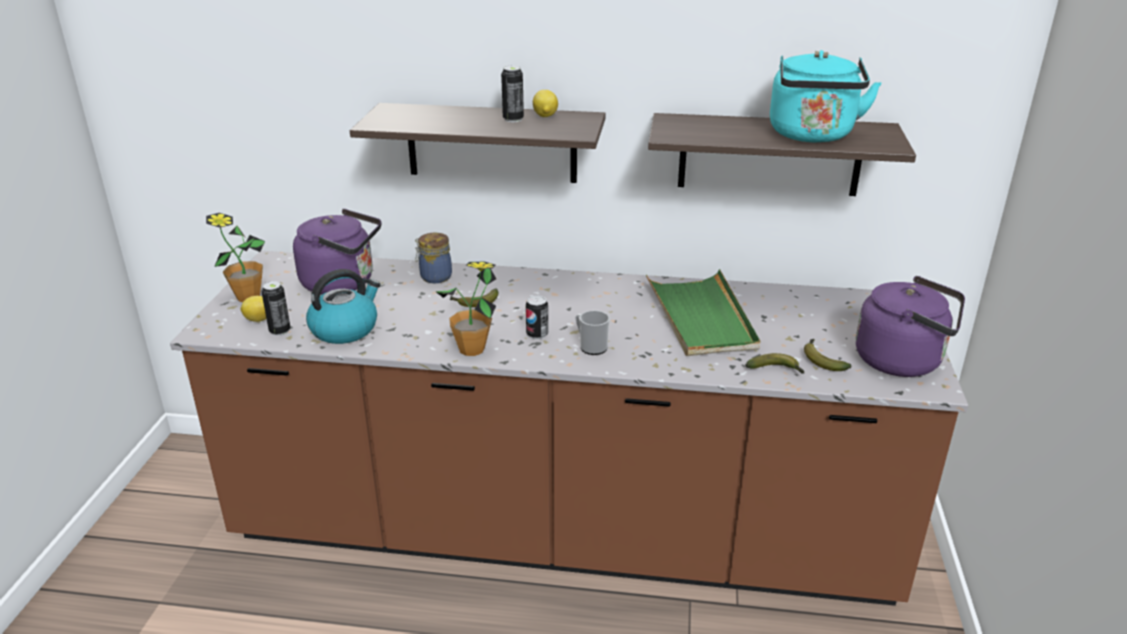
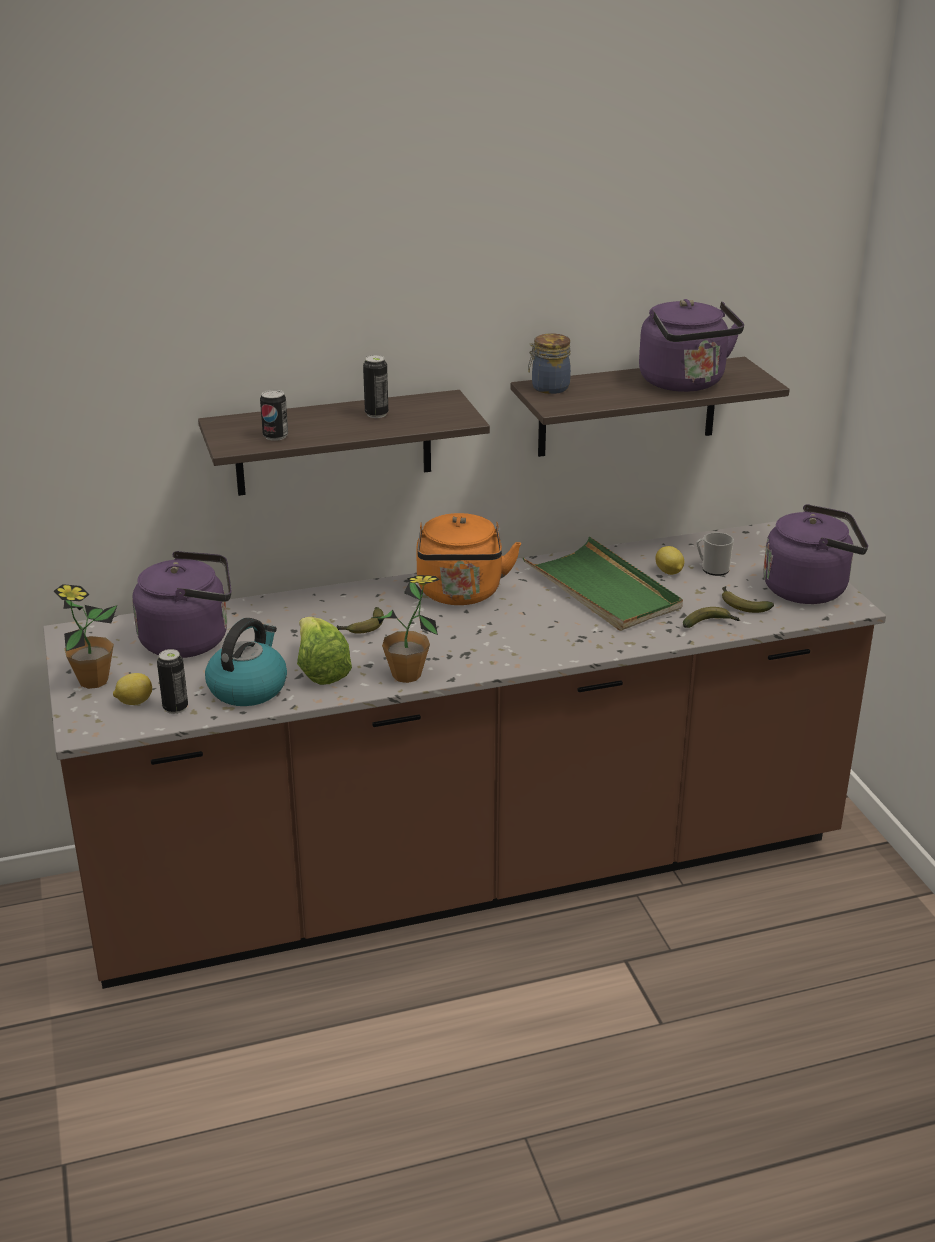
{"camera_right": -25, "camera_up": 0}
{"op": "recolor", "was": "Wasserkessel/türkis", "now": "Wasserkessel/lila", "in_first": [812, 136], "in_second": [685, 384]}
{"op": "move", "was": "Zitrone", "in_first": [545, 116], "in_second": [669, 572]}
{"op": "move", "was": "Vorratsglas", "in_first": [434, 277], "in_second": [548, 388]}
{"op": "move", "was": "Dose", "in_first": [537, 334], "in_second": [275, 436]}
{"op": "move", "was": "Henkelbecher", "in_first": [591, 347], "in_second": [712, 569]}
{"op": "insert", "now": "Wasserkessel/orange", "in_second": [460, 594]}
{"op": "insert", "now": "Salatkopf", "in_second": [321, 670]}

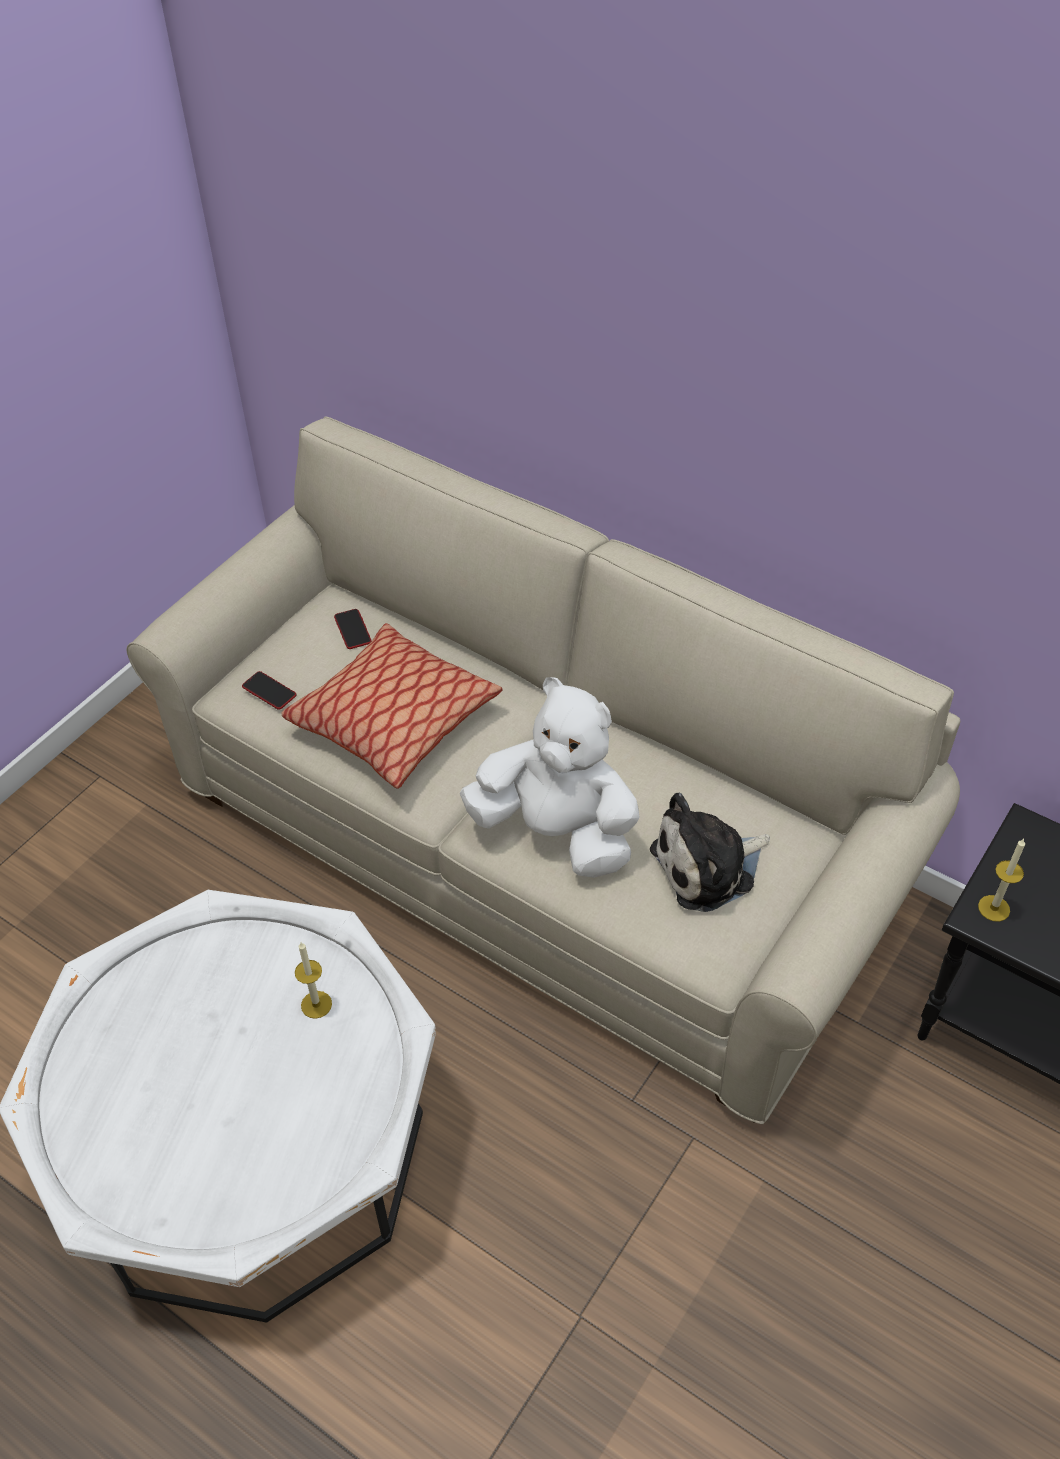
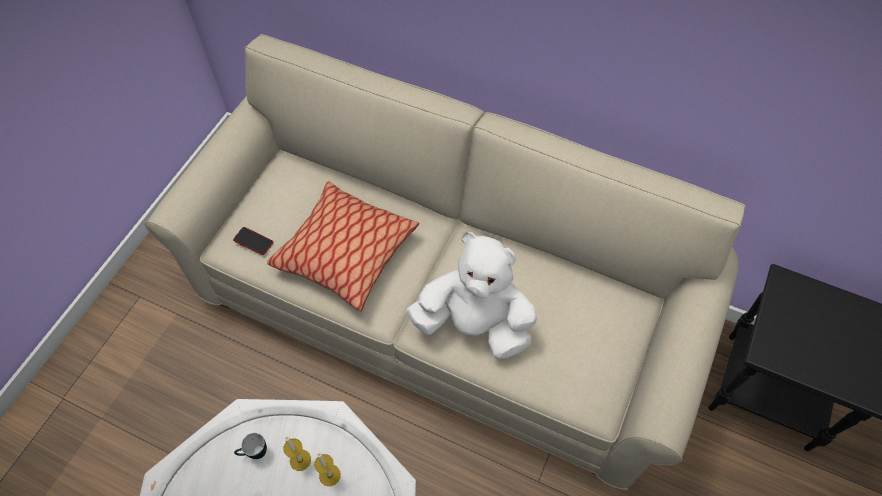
{"camera_right": -10, "camera_up": 10}
{"op": "delete", "was": "Handy", "in_first": [352, 630]}
{"op": "delete", "was": "Plüschtier", "in_first": [709, 866]}
{"op": "move", "was": "Kerze", "in_first": [994, 908], "in_second": [300, 460]}
{"op": "insert", "now": "Henkelbecher", "in_second": [254, 453]}

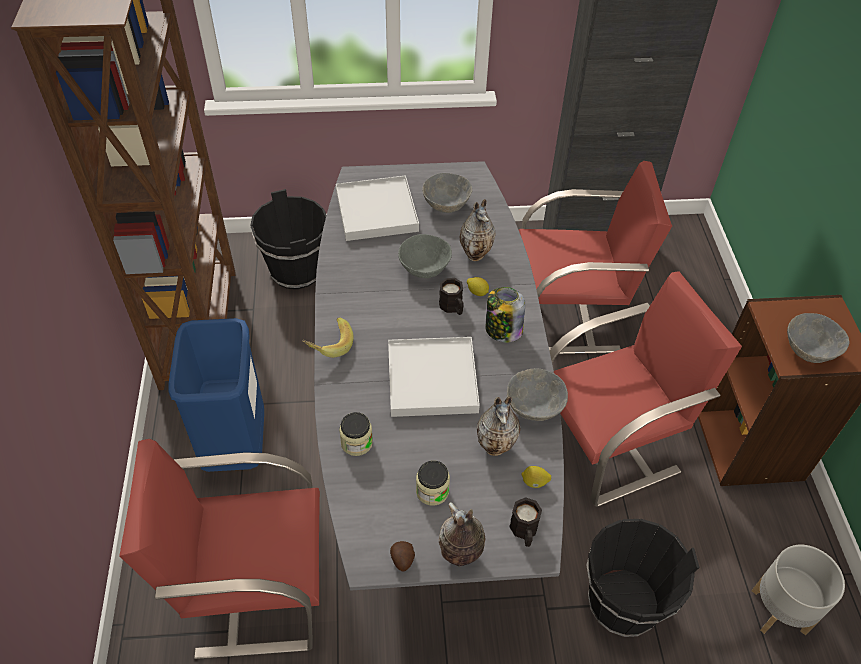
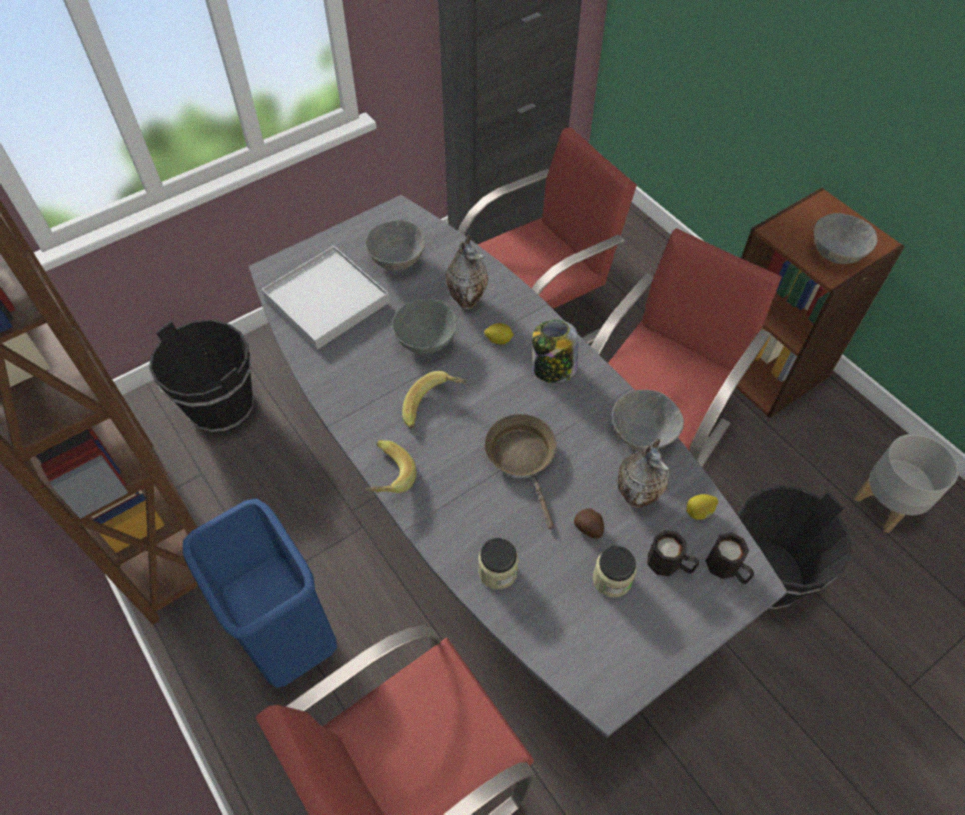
{"camera_right": -30, "camera_up": 5}
{"op": "move", "was": "Henkelbecher/schwarz", "in_first": [453, 307], "in_second": [670, 564]}
{"op": "replace", "was": "Tablett/weiß", "now": "Pfanne/braun", "in_first": [432, 379], "in_second": [523, 458]}
{"op": "delete", "was": "Vase", "in_first": [459, 556]}
{"op": "move", "was": "Kartoffel", "in_first": [402, 560], "in_second": [589, 529]}
{"op": "insert", "now": "Banane", "in_second": [435, 408]}

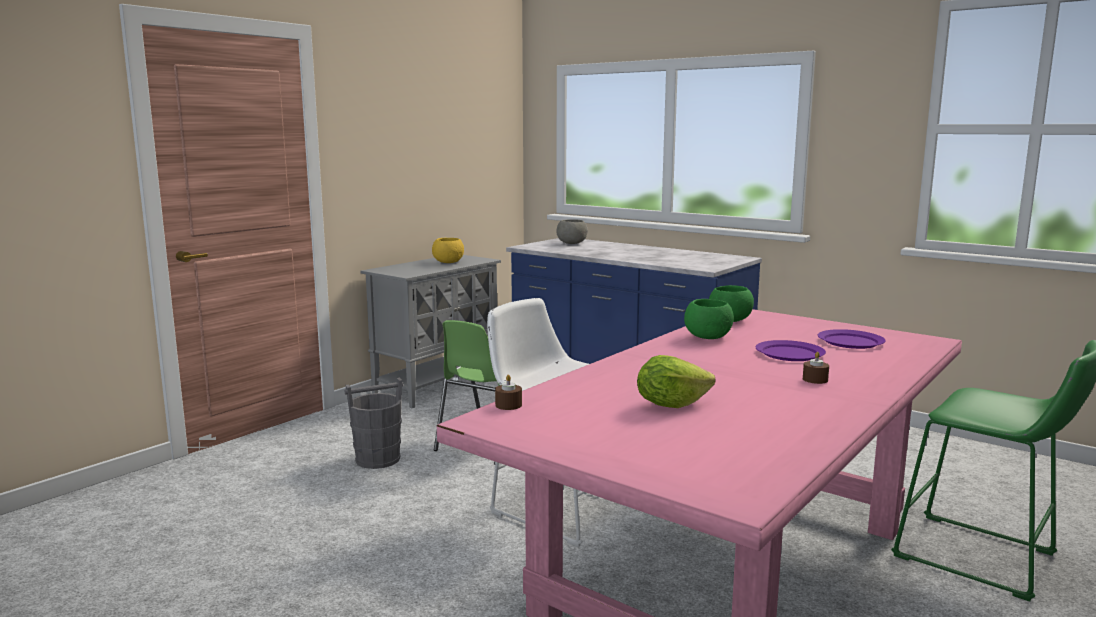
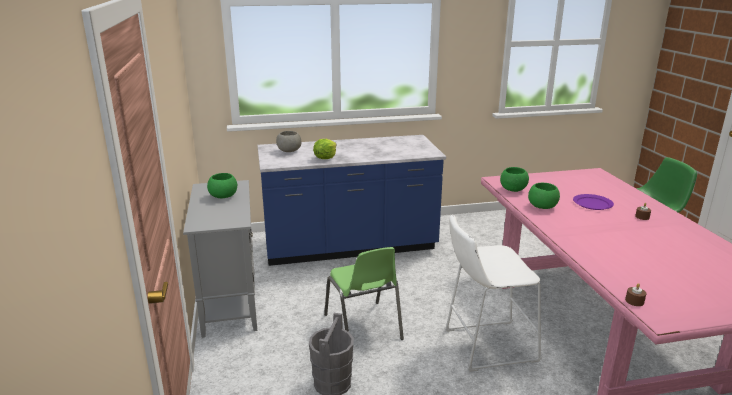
{"camera_right": -50, "camera_up": 10}
{"op": "recolor", "was": "Schüssel/gelb", "now": "Schüssel/grün", "in_first": [448, 262], "in_second": [223, 196]}
{"op": "delete", "was": "Teller/lila", "in_first": [851, 342]}
{"op": "move", "was": "Salatkopf", "in_first": [670, 404], "in_second": [325, 158]}

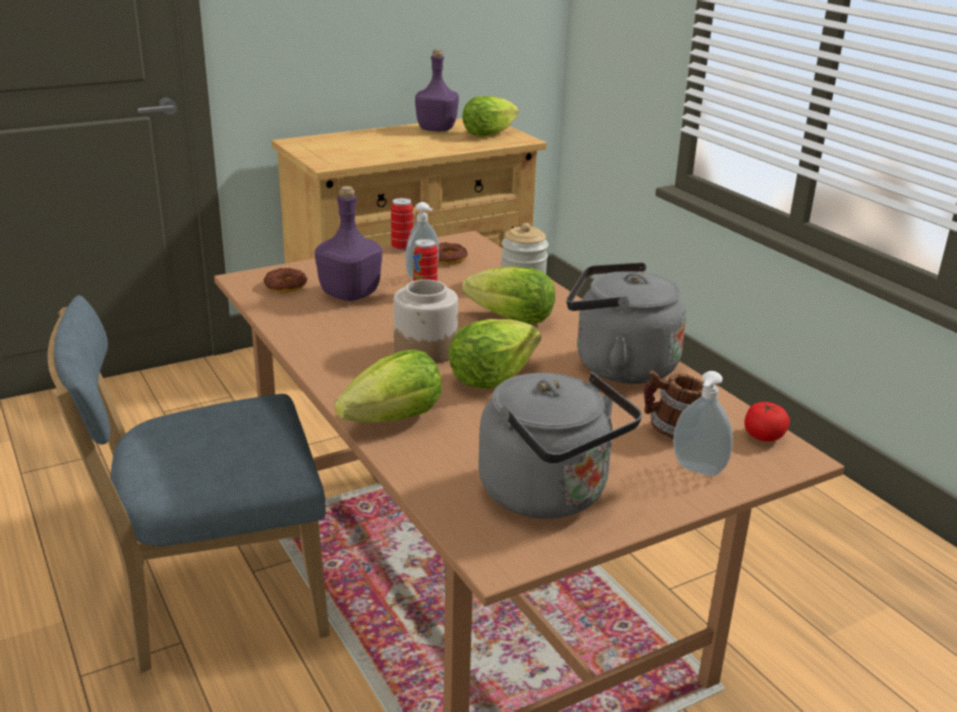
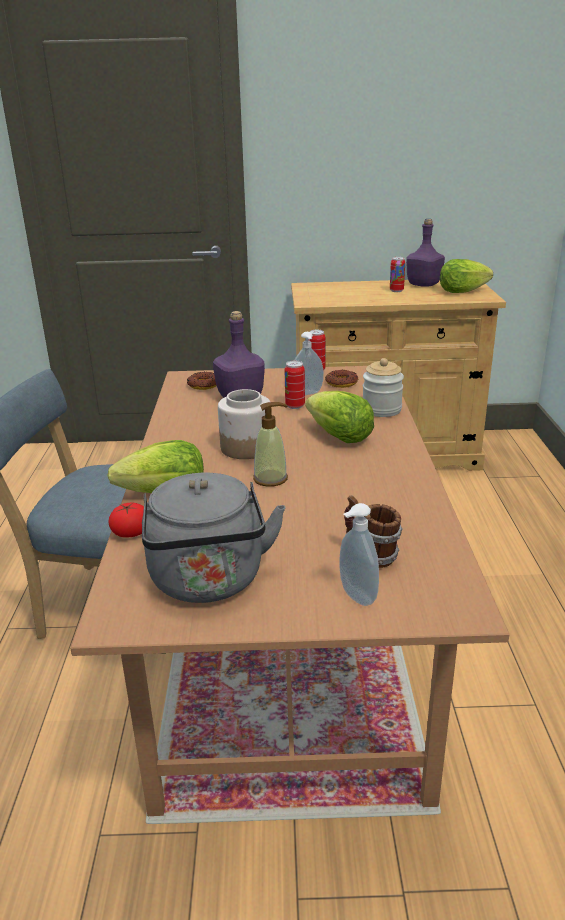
{"camera_right": 30, "camera_up": 0}
{"op": "delete", "was": "Wasserkessel/grau", "in_first": [618, 366]}
{"op": "replace", "was": "Salatkopf", "now": "Seifenspender", "in_first": [491, 378], "in_second": [271, 479]}
{"op": "move", "was": "Tomate", "in_first": [763, 436], "in_second": [131, 532]}
{"op": "insert", "now": "Dose", "in_second": [396, 291]}

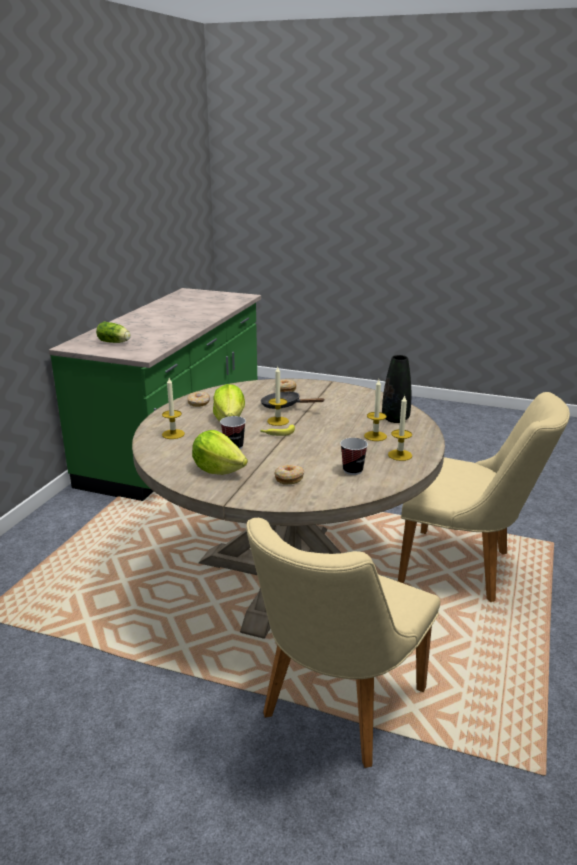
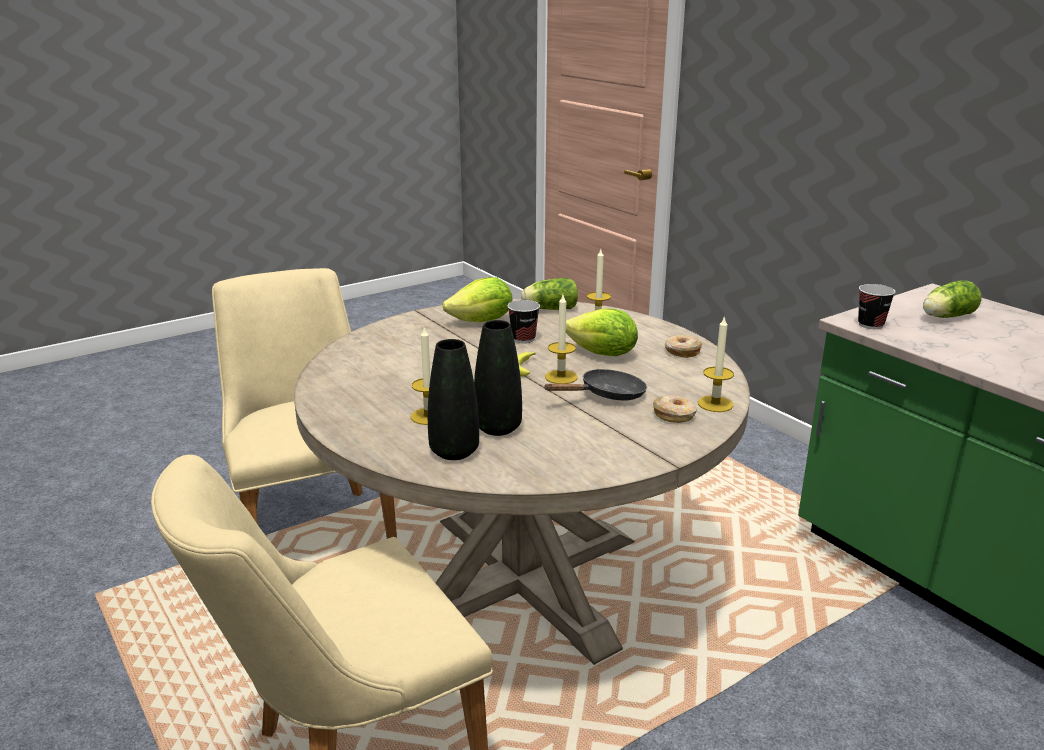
{"camera_right": 125, "camera_up": 0}
{"op": "move", "was": "Kerze", "in_first": [400, 455], "in_second": [715, 404]}
{"op": "move", "was": "Tasse", "in_first": [352, 470], "in_second": [870, 325]}
{"op": "delete", "was": "Donut", "in_first": [289, 478]}
{"op": "insert", "now": "Salatkopf", "in_second": [549, 309]}
{"op": "insert", "now": "Vase/schwarz", "in_second": [498, 428]}

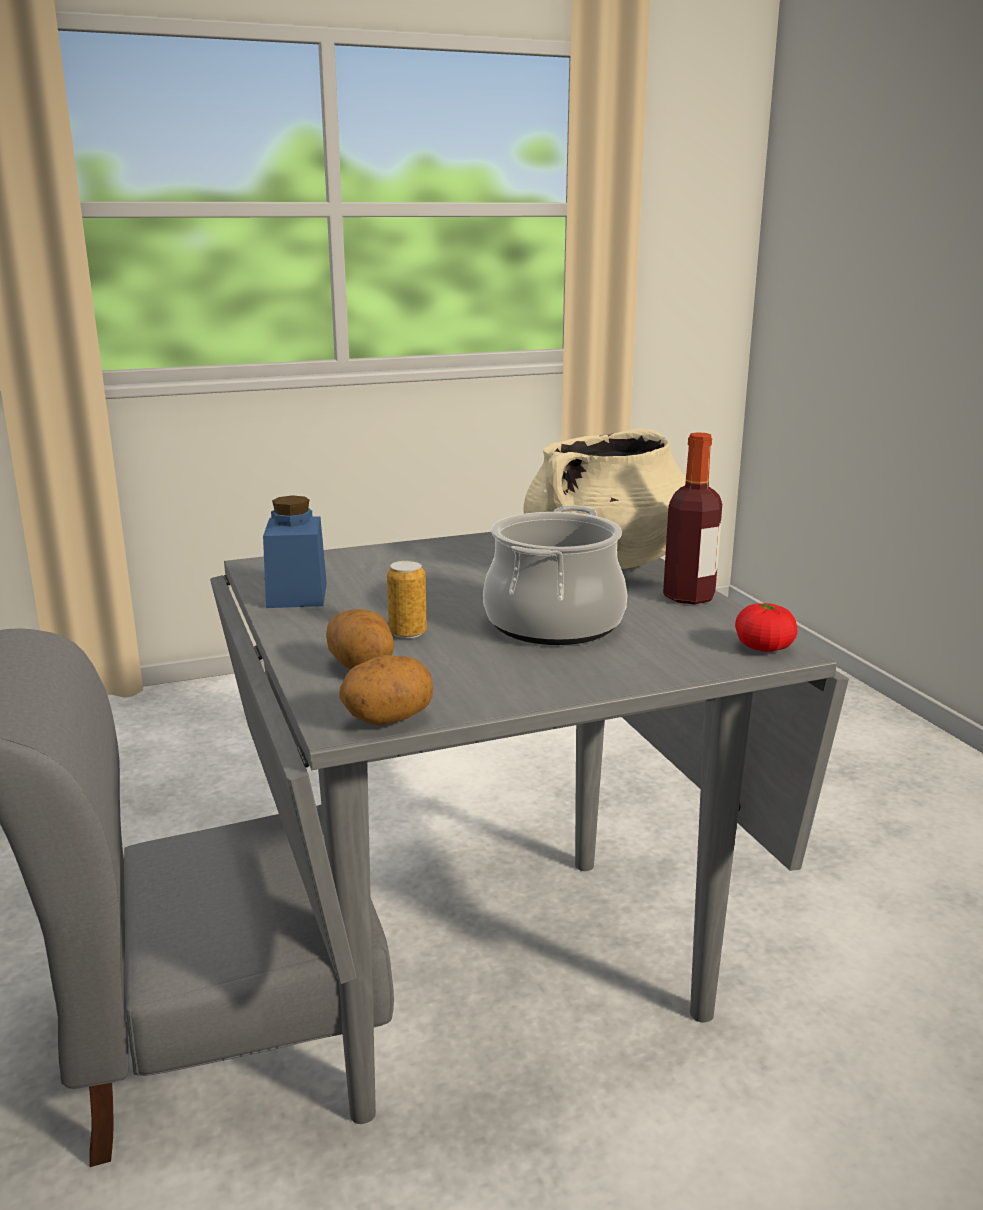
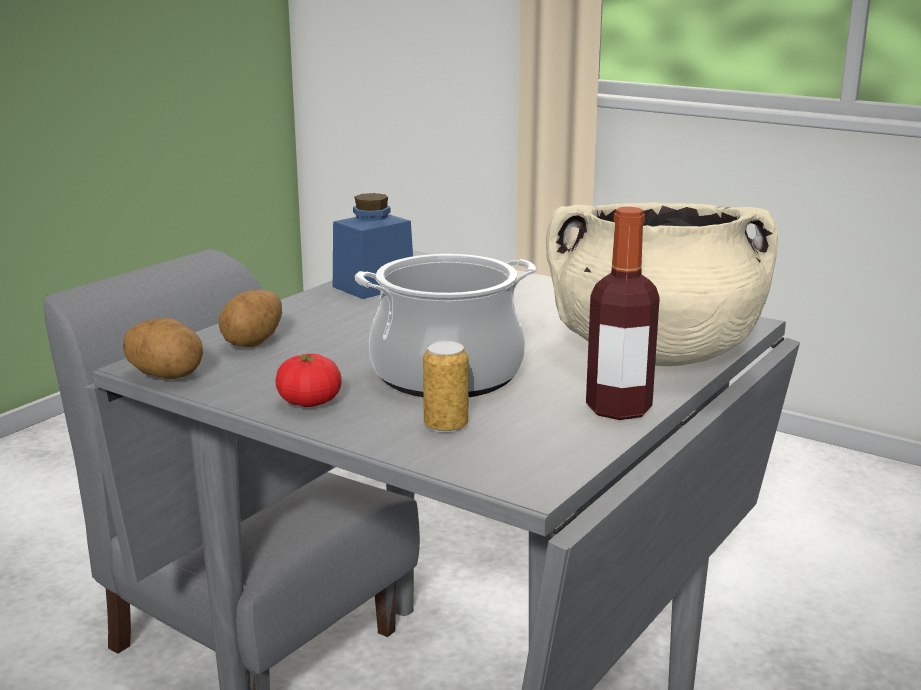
{"camera_right": 55, "camera_up": 0}
{"op": "move", "was": "Dose", "in_first": [407, 633], "in_second": [446, 426]}
{"op": "move", "was": "Tomate", "in_first": [763, 648], "in_second": [309, 402]}

